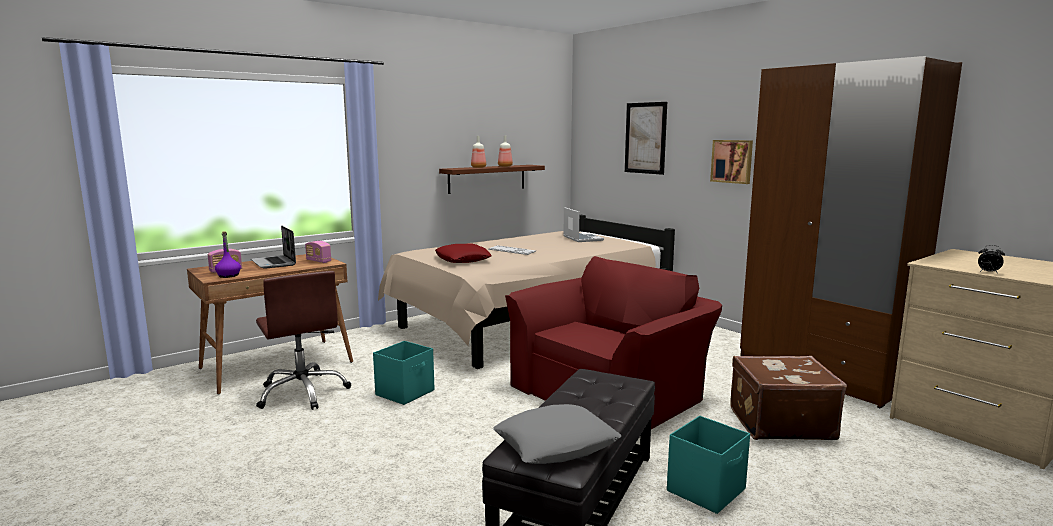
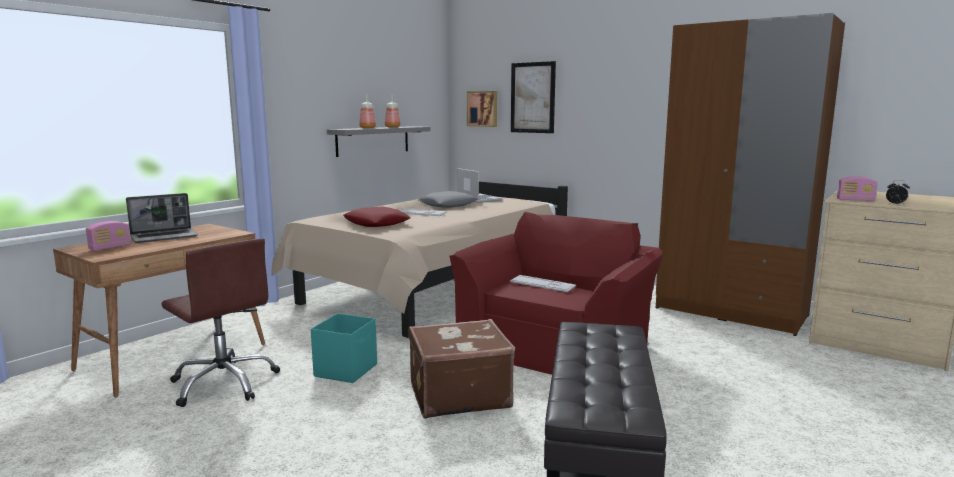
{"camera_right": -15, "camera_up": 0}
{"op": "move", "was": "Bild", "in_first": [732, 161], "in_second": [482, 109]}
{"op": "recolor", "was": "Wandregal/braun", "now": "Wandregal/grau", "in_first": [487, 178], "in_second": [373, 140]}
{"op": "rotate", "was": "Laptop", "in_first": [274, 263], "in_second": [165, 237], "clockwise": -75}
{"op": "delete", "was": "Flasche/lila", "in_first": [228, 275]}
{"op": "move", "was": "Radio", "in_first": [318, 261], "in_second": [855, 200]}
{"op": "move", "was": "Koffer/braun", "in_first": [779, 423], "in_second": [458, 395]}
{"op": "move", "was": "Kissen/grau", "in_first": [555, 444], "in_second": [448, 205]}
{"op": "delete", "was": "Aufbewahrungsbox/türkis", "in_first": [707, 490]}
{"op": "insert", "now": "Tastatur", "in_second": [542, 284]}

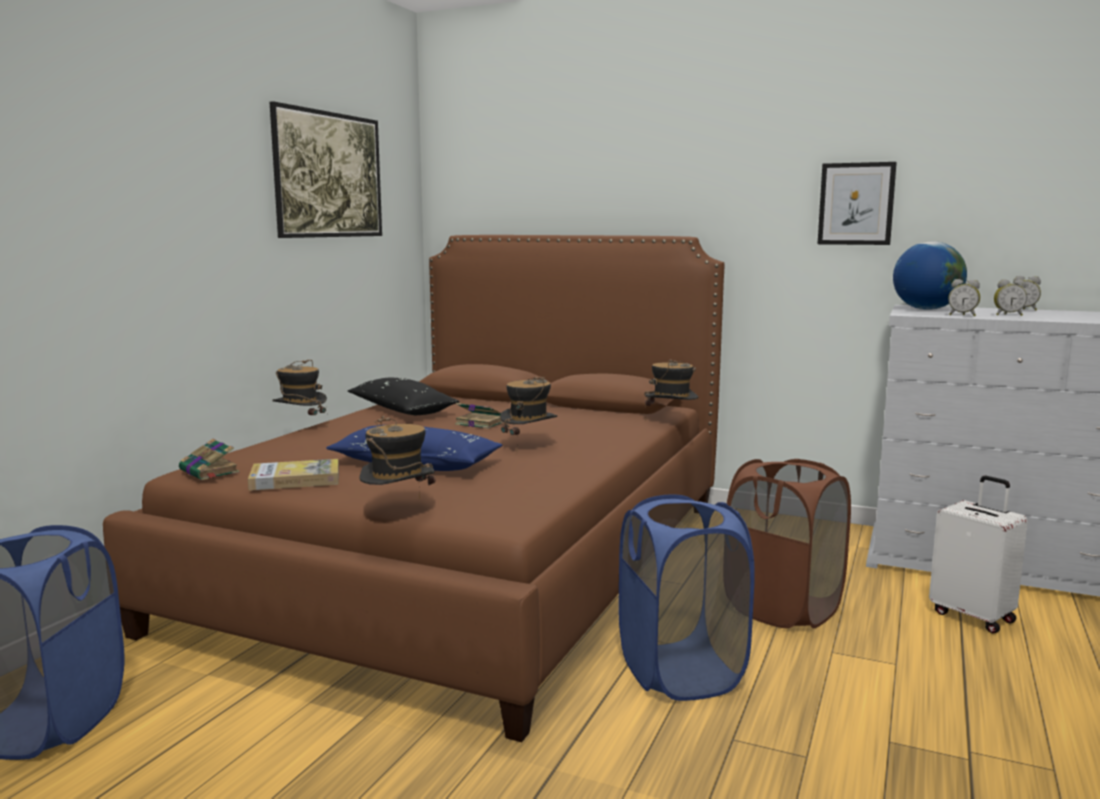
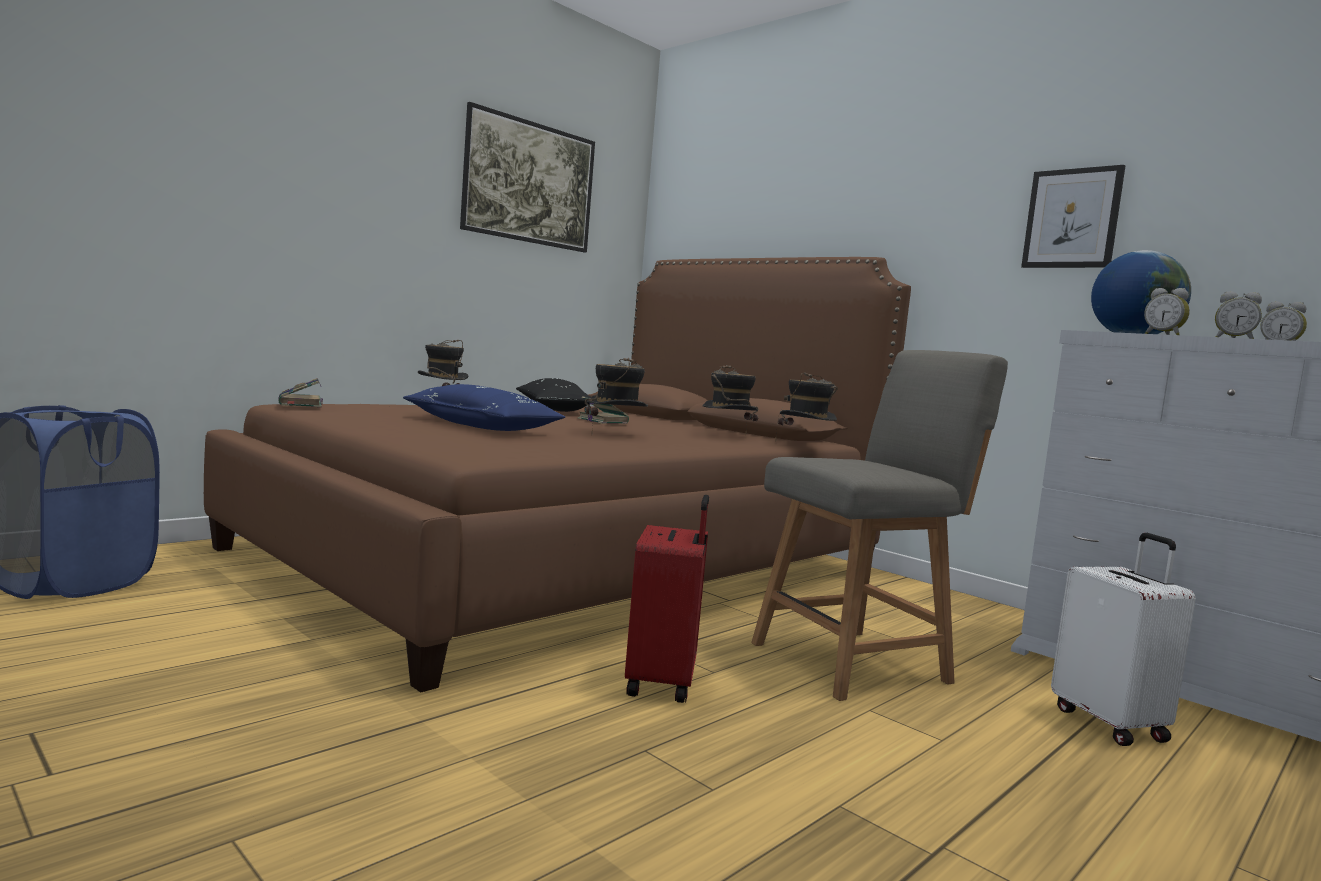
{"camera_right": 20, "camera_up": -5}
{"op": "move", "was": "Hut", "in_first": [398, 510], "in_second": [727, 436]}
{"op": "delete", "was": "Buch", "in_first": [295, 479]}
{"op": "replace", "was": "Wäschekorb/braun", "now": "Stuhl/grau", "in_first": [783, 609], "in_second": [855, 662]}
{"op": "replace", "was": "Wäschekorb/blau", "now": "Koffer/rot", "in_first": [680, 672], "in_second": [663, 683]}

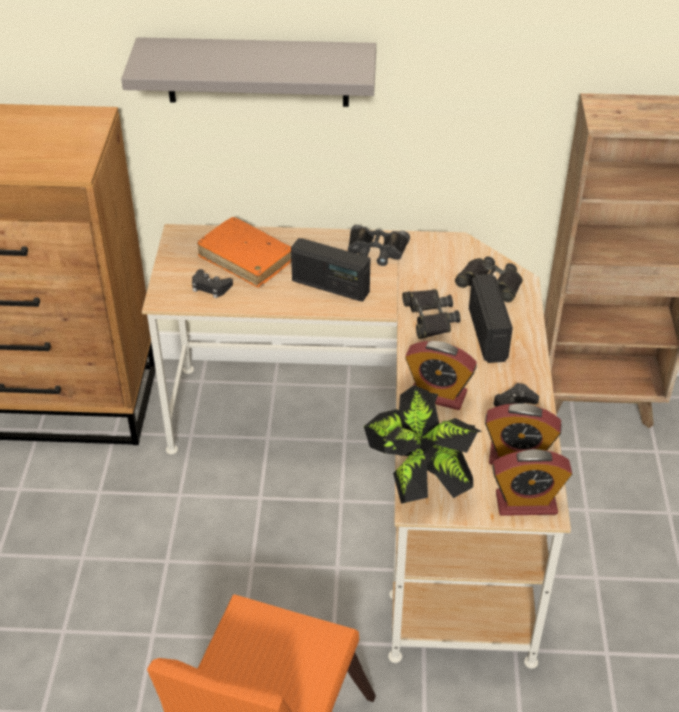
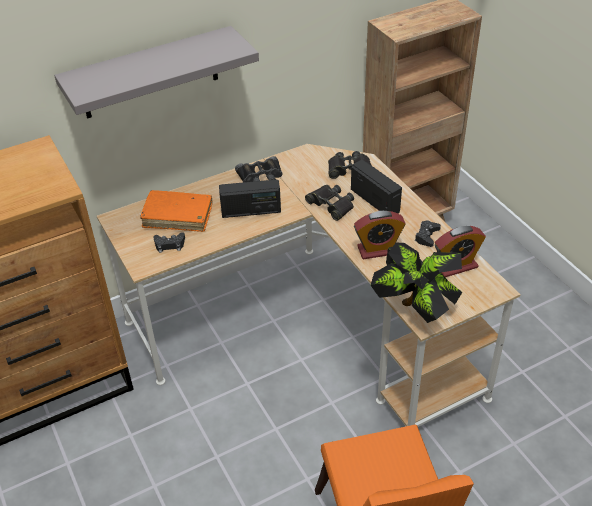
{"camera_right": -30, "camera_up": 0}
{"op": "delete", "was": "Wecker", "in_first": [526, 503]}

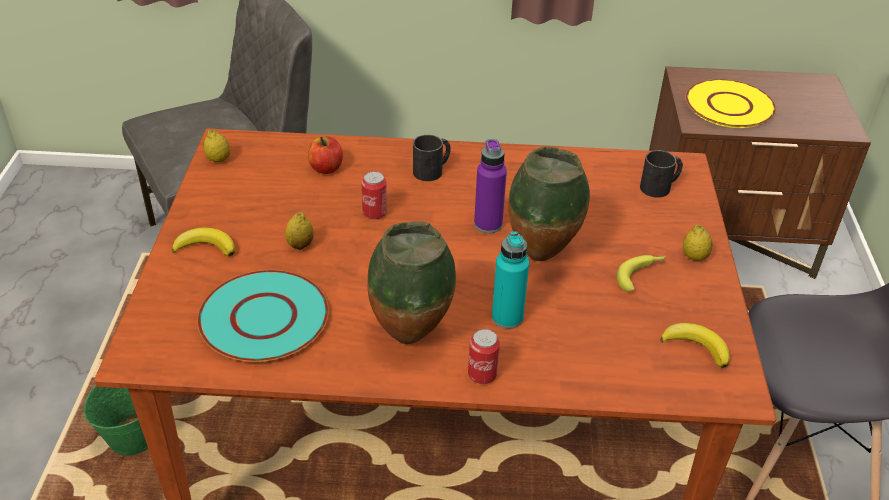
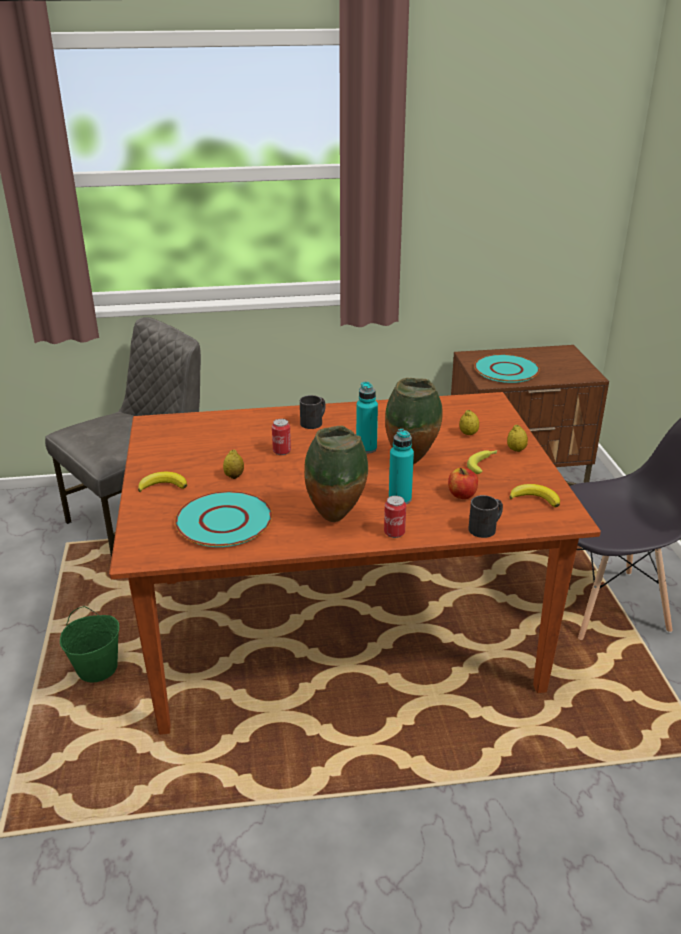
{"camera_right": -10, "camera_up": -10}
{"op": "recolor", "was": "Teller/gelb", "now": "Teller/türkis", "in_first": [729, 105], "in_second": [506, 370]}
{"op": "move", "was": "Zitrone", "in_first": [218, 159], "in_second": [468, 434]}
{"op": "move", "was": "Apfel", "in_first": [326, 168], "in_second": [462, 495]}
{"op": "recolor", "was": "Flasche/lila", "now": "Flasche/türkis", "in_first": [488, 224], "in_second": [366, 448]}
{"op": "move", "was": "Henkelbecher/schwarz", "in_first": [660, 186], "in_second": [486, 527]}

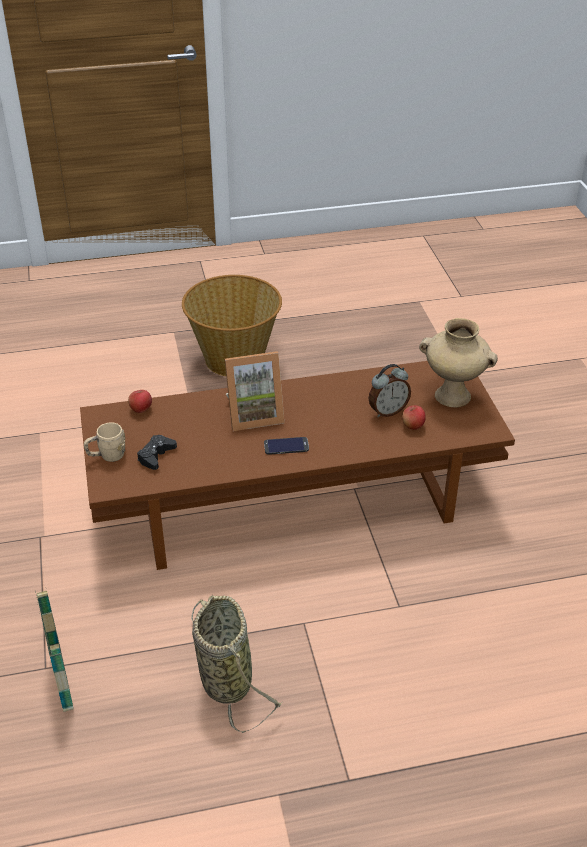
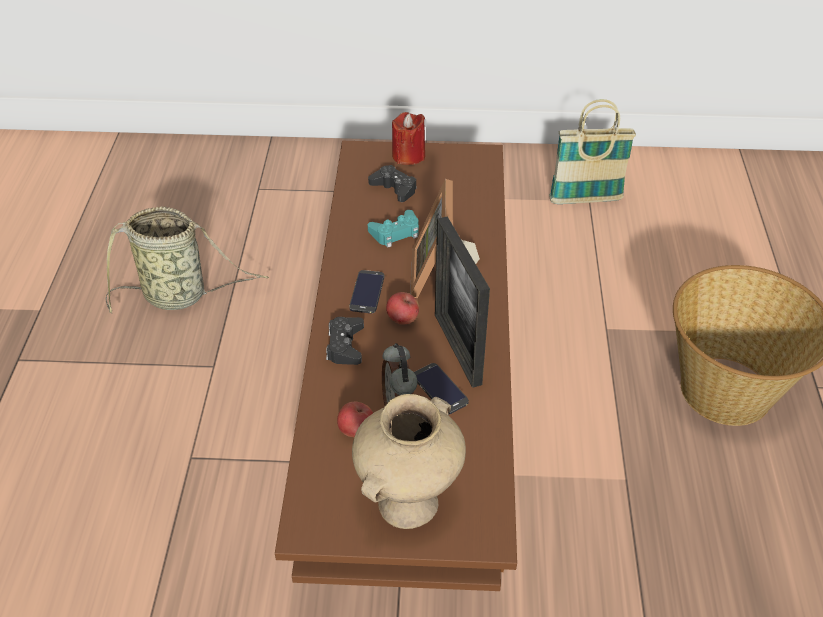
{"camera_right": 105, "camera_up": 5}
{"op": "move", "was": "Apfel", "in_first": [141, 409], "in_second": [402, 319]}
{"op": "replace", "was": "Henkelbecher/beige", "now": "Kerze/rot", "in_first": [107, 456], "in_second": [408, 155]}
{"op": "move", "was": "Korb", "in_first": [62, 680], "in_second": [585, 200]}
{"op": "insert", "now": "Gamepad/türkis", "in_second": [395, 233]}
{"op": "insert", "now": "Bilderrahmen", "in_second": [457, 349]}
{"op": "insert", "now": "Gamepad/schwarz", "in_second": [345, 345]}
{"op": "insert", "now": "Handy", "in_second": [440, 389]}

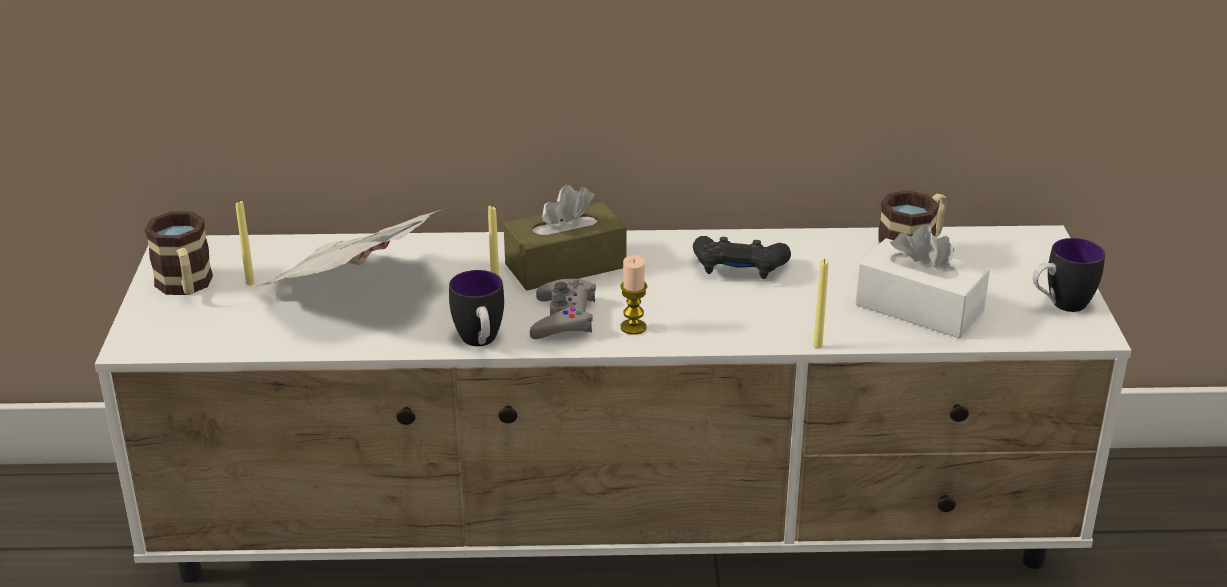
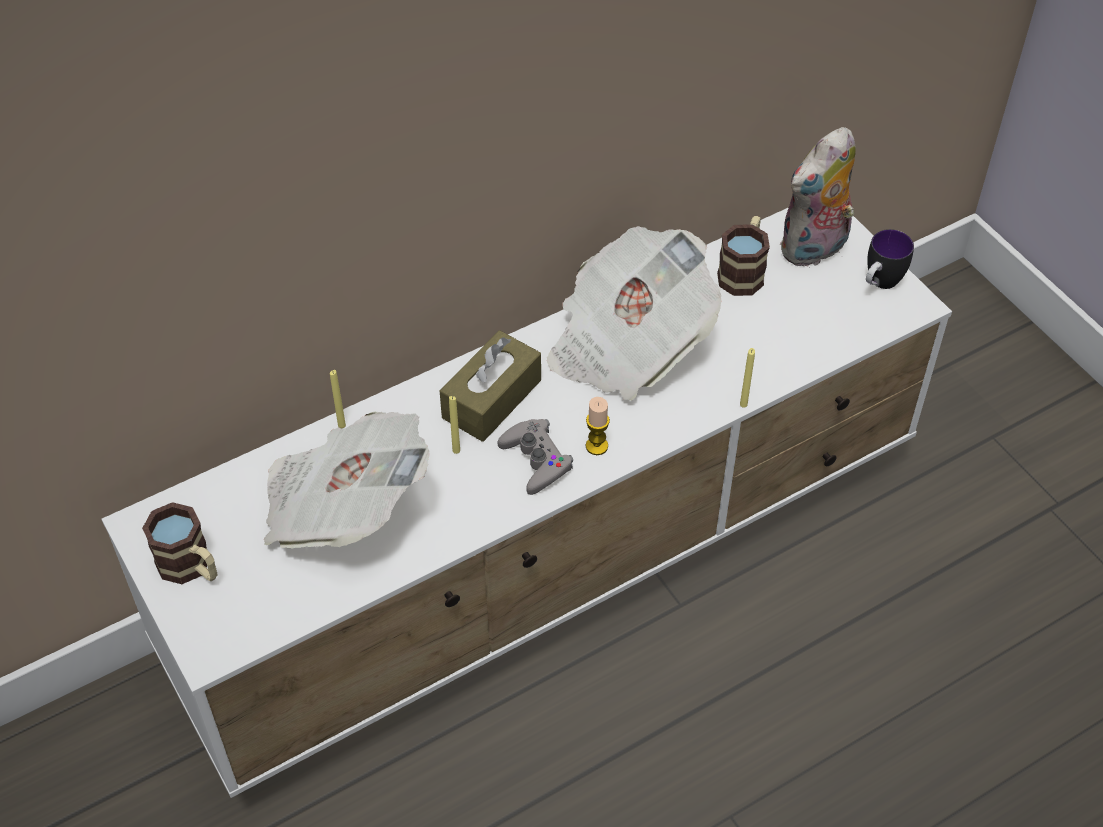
{"camera_right": -30, "camera_up": 20}
{"op": "move", "was": "Kerze/gelb", "in_first": [250, 283], "in_second": [341, 425]}
{"op": "delete", "was": "Taschentuchbox/weiß", "in_first": [919, 308]}
{"op": "replace", "was": "Gamepad/schwarz", "now": "Zeitung", "in_first": [739, 269], "in_second": [628, 343]}
{"op": "delete", "was": "Henkelbecher", "in_first": [480, 343]}
{"op": "insert", "now": "Plüschtier", "in_second": [814, 250]}

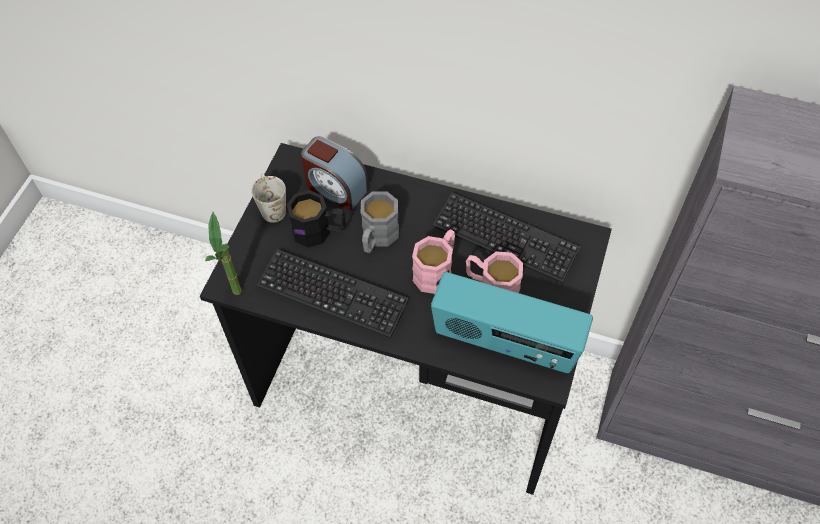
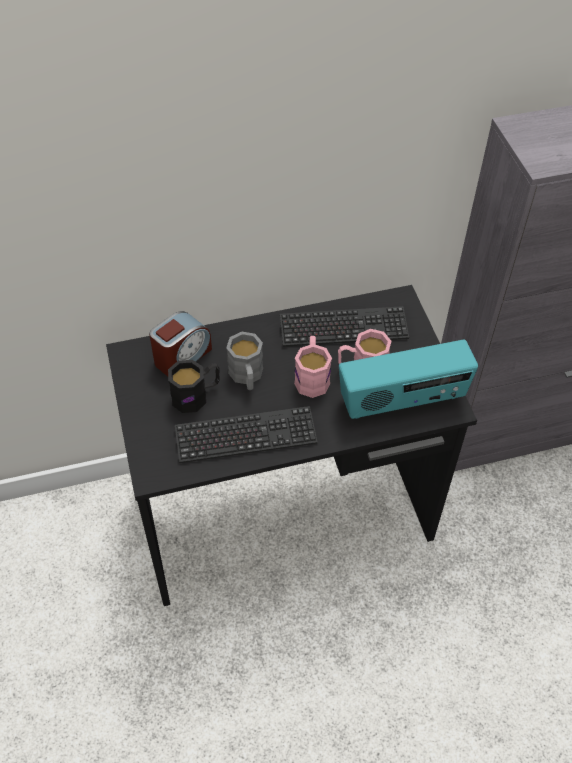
{"camera_right": -35, "camera_up": -5}
{"op": "rotate", "was": "Wecker", "in_first": [335, 188], "in_second": [182, 356], "clockwise": -45}
{"op": "delete", "was": "Henkelbecher/weiß", "in_first": [271, 206]}
{"op": "delete", "was": "Topfpflanze", "in_first": [239, 299]}

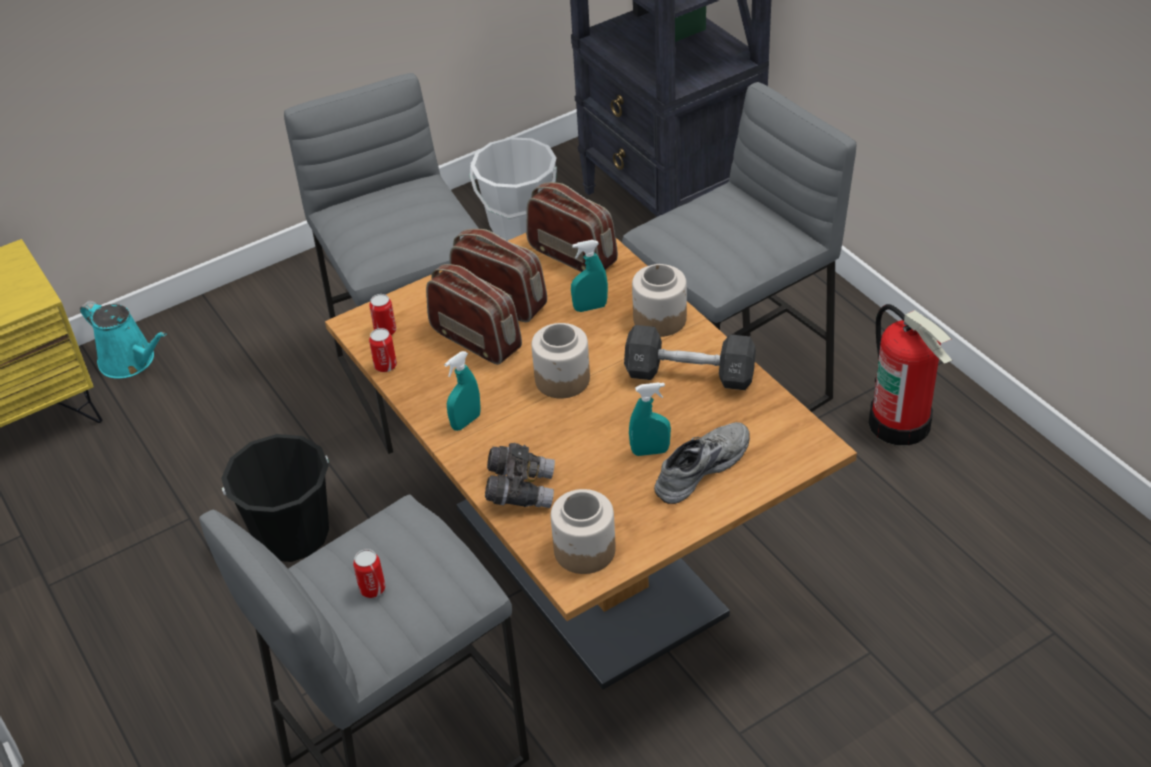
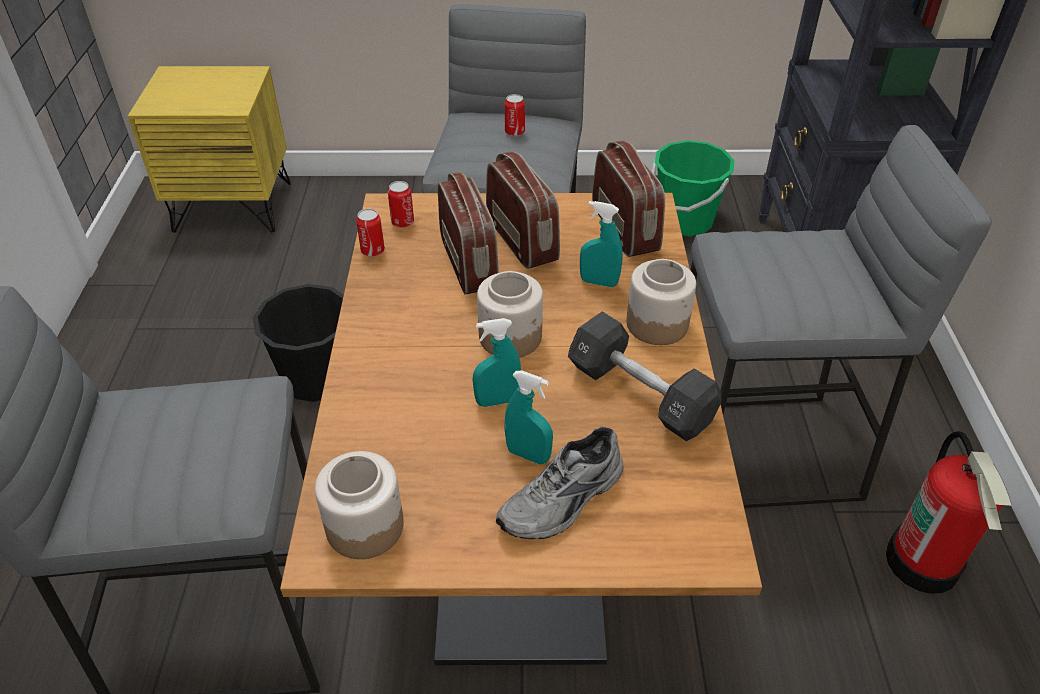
{"camera_right": 30, "camera_up": 0}
{"op": "recolor", "was": "Eimer/weiß", "now": "Eimer/grün", "in_first": [519, 224], "in_second": [684, 221]}
{"op": "delete", "was": "Gießkanne/türkis", "in_first": [131, 361]}
{"op": "move", "was": "Sprühflasche/türkis", "in_first": [466, 422], "in_second": [497, 401]}
{"op": "rotate", "was": "Schuh/grau", "in_first": [699, 467], "in_second": [564, 501], "clockwise": 150}
{"op": "delete", "was": "Fernglas/grau", "in_first": [520, 490]}
{"op": "move", "was": "Dose", "in_first": [372, 589], "in_second": [514, 132]}

